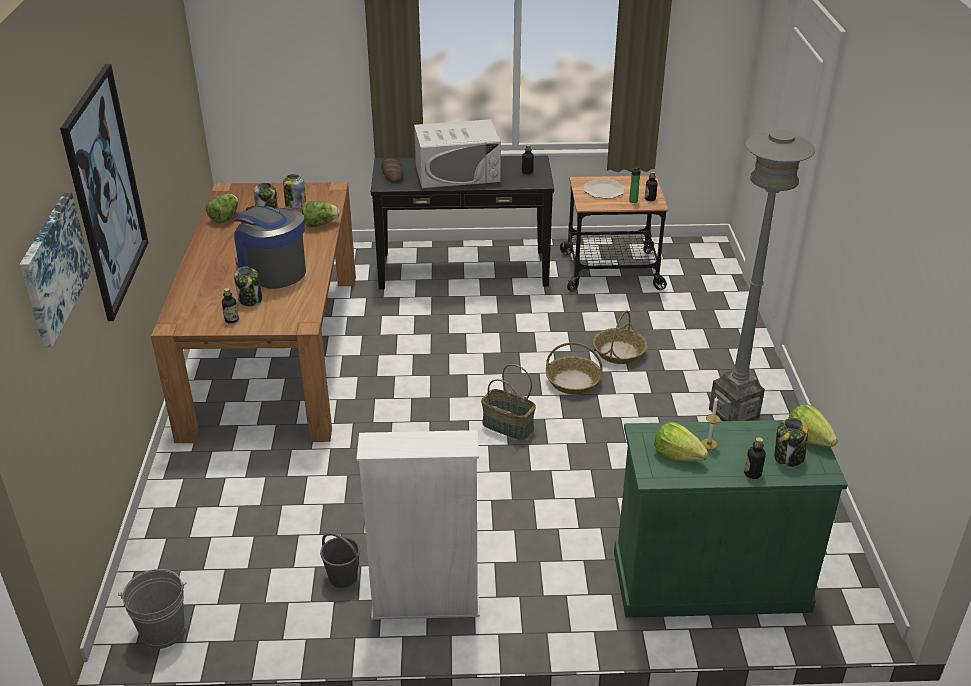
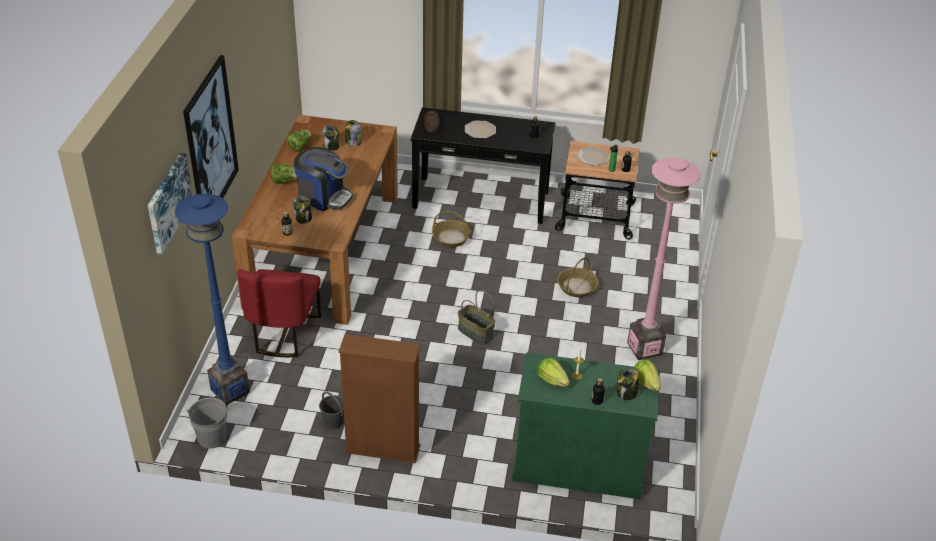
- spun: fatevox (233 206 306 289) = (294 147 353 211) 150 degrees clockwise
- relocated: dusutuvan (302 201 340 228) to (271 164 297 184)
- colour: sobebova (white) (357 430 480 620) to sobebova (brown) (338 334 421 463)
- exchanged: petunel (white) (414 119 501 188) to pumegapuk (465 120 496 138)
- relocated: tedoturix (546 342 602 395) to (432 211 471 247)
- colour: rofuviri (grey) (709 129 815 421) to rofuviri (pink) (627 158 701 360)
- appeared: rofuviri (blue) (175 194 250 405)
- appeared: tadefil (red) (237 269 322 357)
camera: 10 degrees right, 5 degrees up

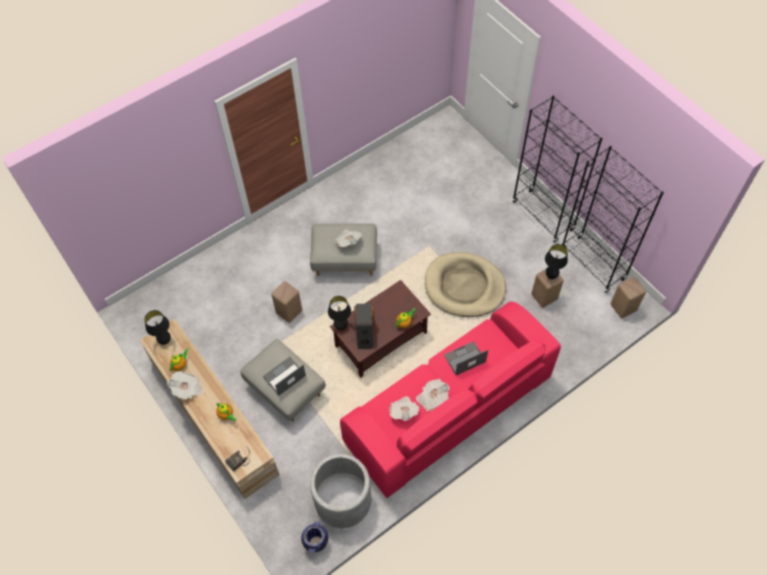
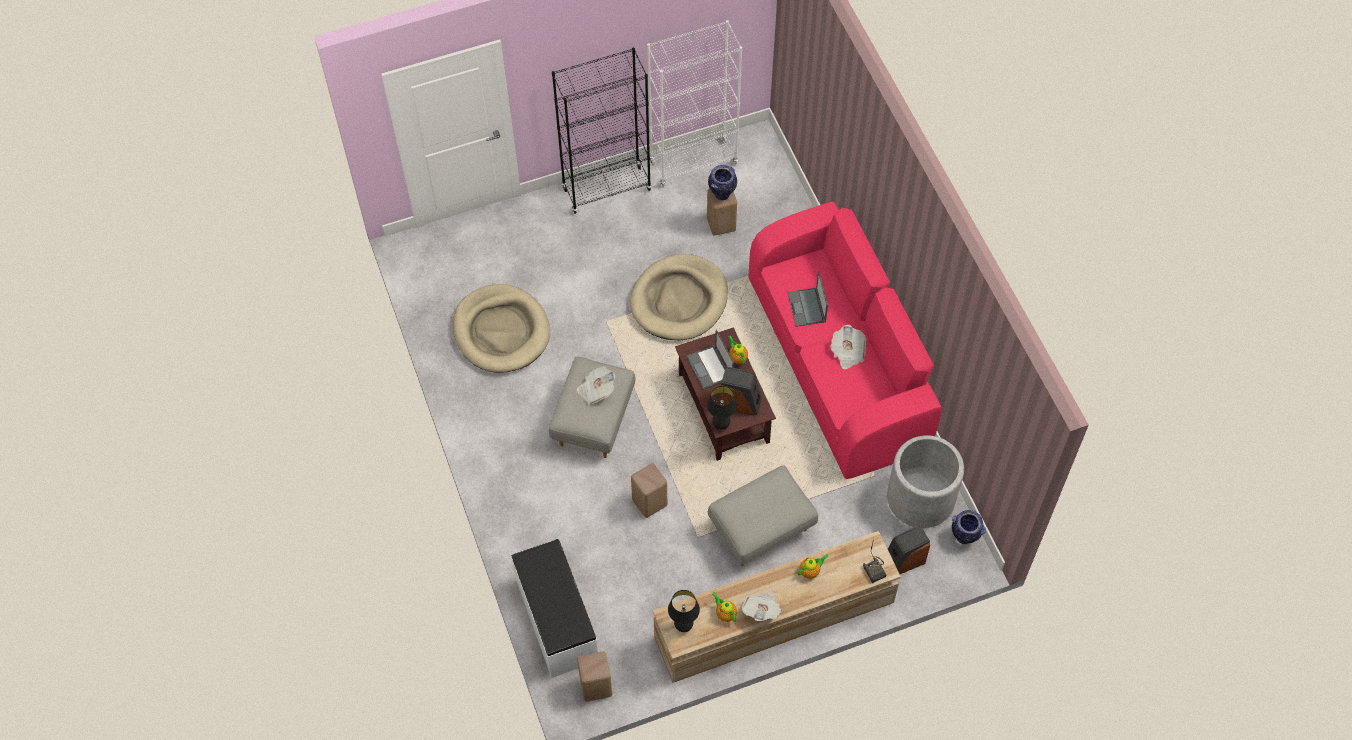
- relocated: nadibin (263 357 306 396) to (686 330 734 390)
- missing: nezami (389 396 420 421)
- exchanged: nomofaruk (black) (545 244 568 279) to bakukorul (708 165 737 200)
- colour: sobebova (black) (562 146 664 293) to sobebova (white) (647 20 742 187)
- relocated: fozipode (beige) (610 277 646 318) to (577 651 612 702)
- appeared: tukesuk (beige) (453 284 550 373)
- appeared: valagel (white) (511 539 598 678)
- appeared: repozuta (888 525 930 574)
camera: 75 degrees left, 0 degrees up

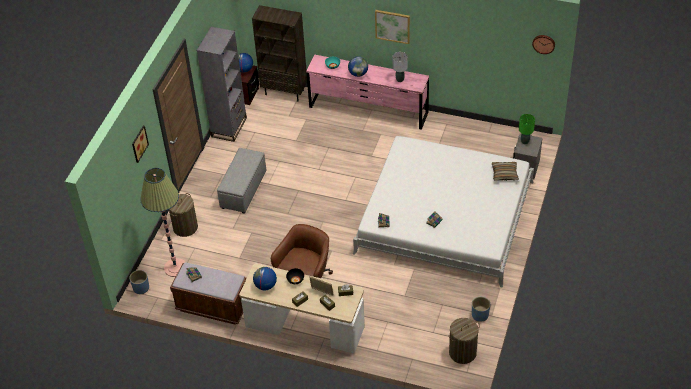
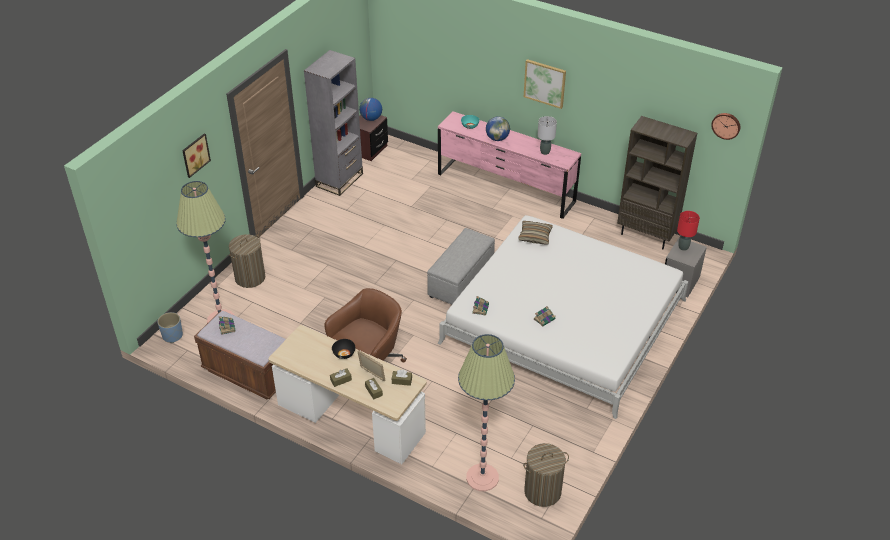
- relocated: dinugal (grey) (217 148 266 214) to (427 228 495 305)
- relocated: sobebova (brown) (252 5 307 101) to (617 116 697 249)
- missing: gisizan (253 267 277 290)
- missing: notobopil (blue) (472 297 490 322)
- relocated: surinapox (492 162 519 181) to (518 221 553 244)
- colour: nomofaruk (green) (519 114 535 144) to nomofaruk (red) (677 211 700 251)
- appeared: rofuviri (458 334 515 491)
camera: 10 degrees right, 5 degrees down

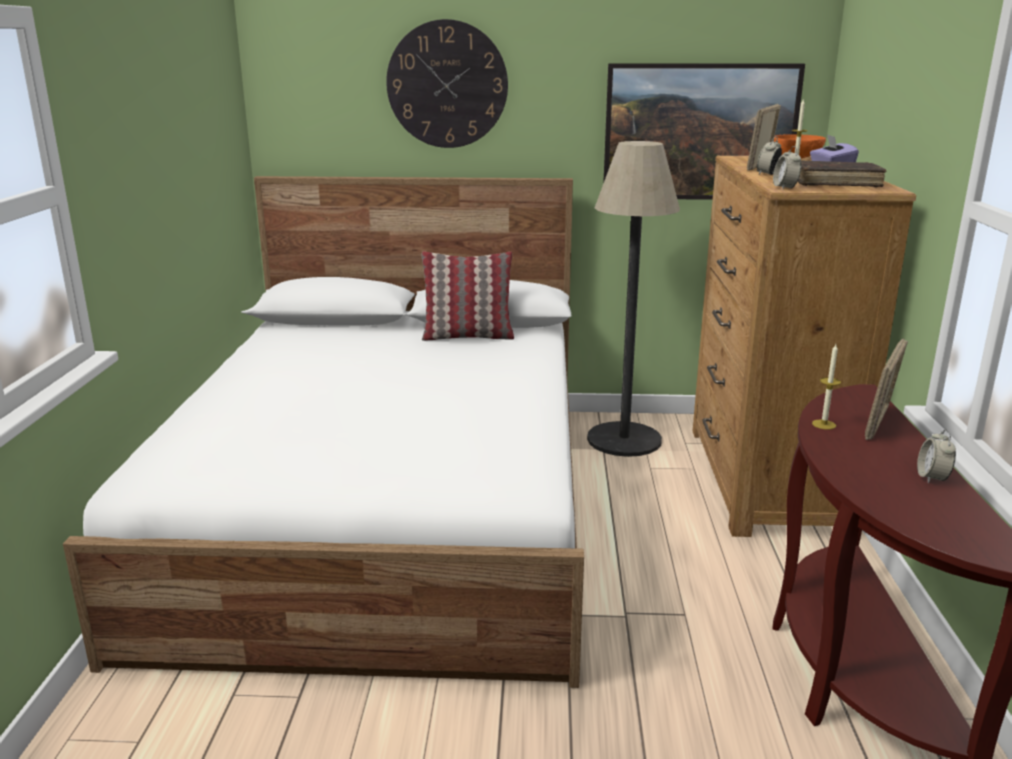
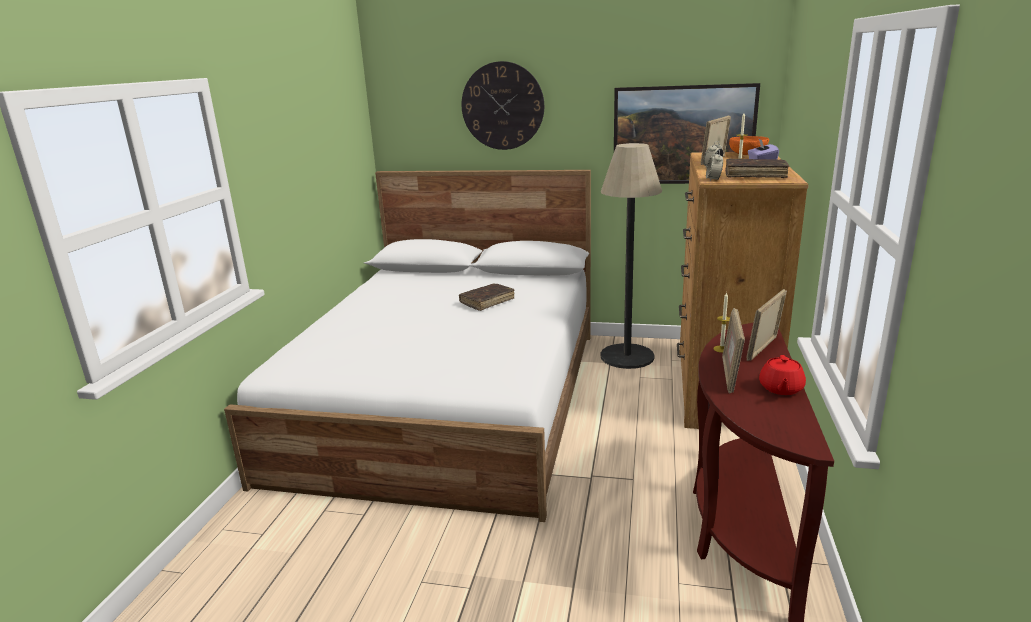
- missing: surinapox (421 251 514 341)
- exchanged: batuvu (917 429 956 484) to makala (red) (759 355 806 395)
- appeared: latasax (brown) (459 284 515 311)
- appeared: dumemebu (722 308 745 393)
camera: 10 degrees right, 0 degrees up

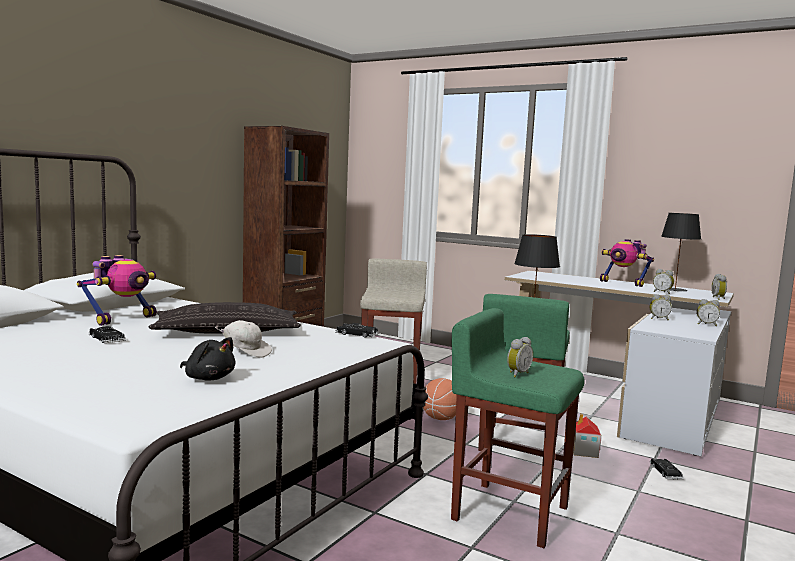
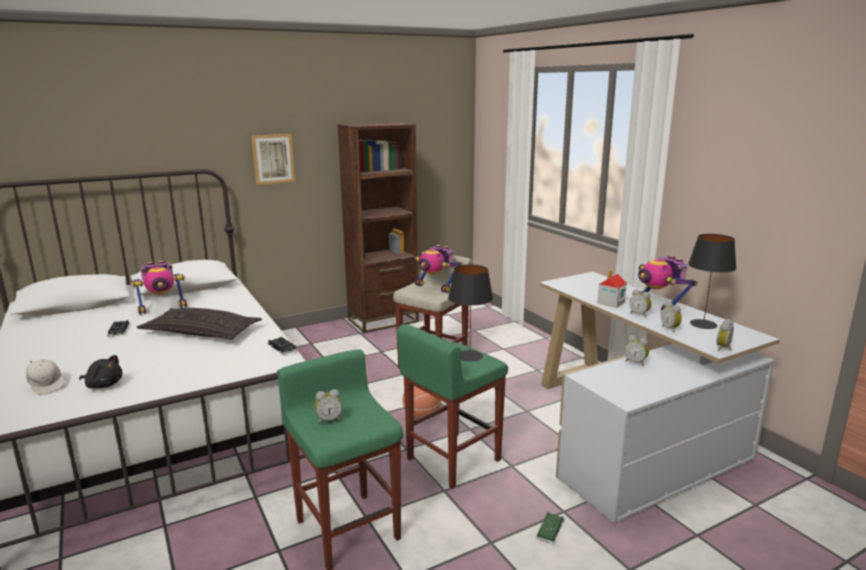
- spun: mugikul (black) (180 337 235 381) = (79 355 122 388) 45 degrees counterclockwise
- relocated: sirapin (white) (215 320 272 358) to (26 359 65 395)
- relocated: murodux (573 413 602 458) to (597 270 627 308)
- colour: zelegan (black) (650 458 684 480) to zelegan (green) (536 512 564 544)
- relocated: batuvu (697 299 720 326) to (629 289 651 318)
- appeared: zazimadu (251 134 295 185)
- appeared: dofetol (414 245 462 293)
camera: 30 degrees right, 10 degrees up

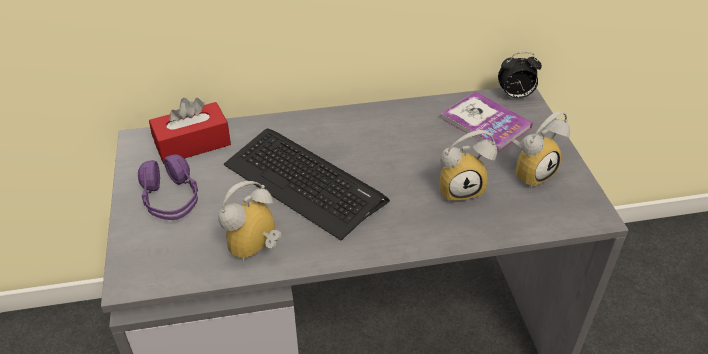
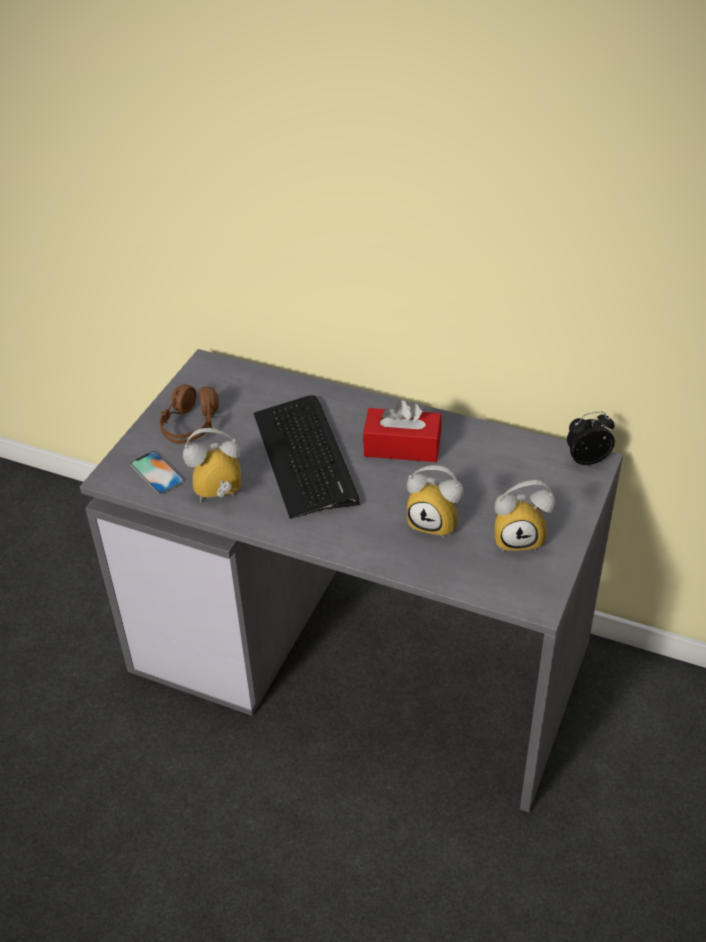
- colour: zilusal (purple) (138 154 198 220) to zilusal (brown) (160 384 219 444)
- relocated: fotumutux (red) (149 98 231 164) to (363 400 442 462)
- missing: latasax (441 91 533 153)
- spun: batuvu (498 52 542 98) = (567 411 615 465) 135 degrees clockwise
- appeared: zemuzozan (130 451 185 494)
camera: 35 degrees right, 0 degrees up

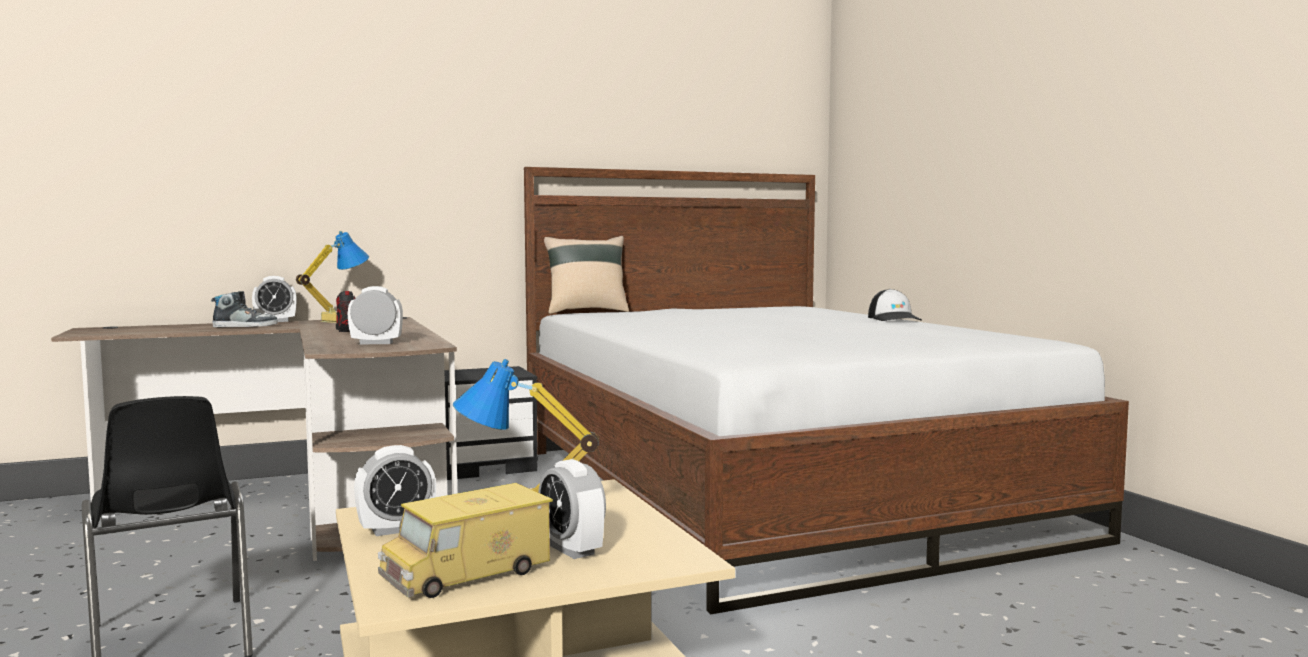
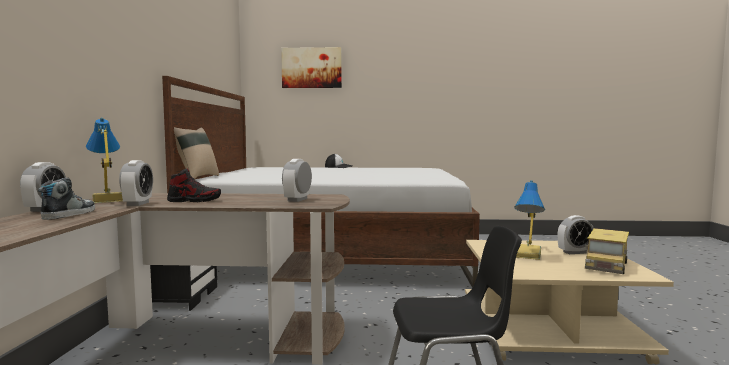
- relocated: batuvu (354 445 436 536) to (119 160 153 206)
- spun: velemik (378 483 553 598) = (585 228 629 274) 45 degrees clockwise
- appeared: zazimadu (281 47 342 88)
camera: 65 degrees left, 0 degrees up

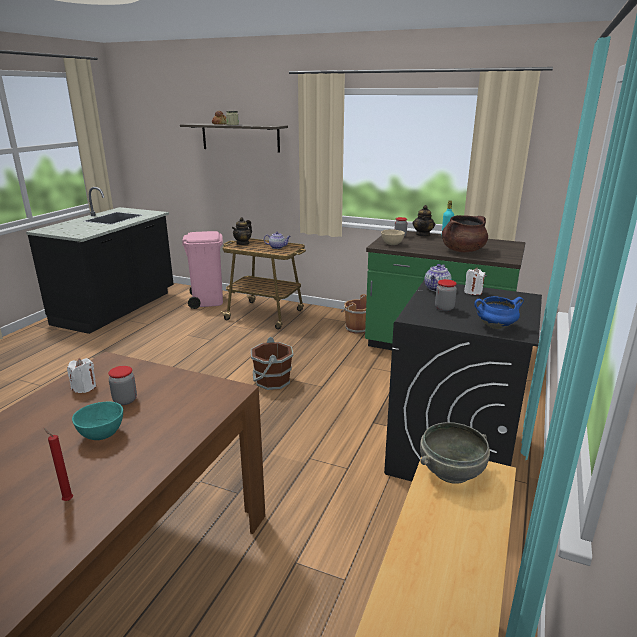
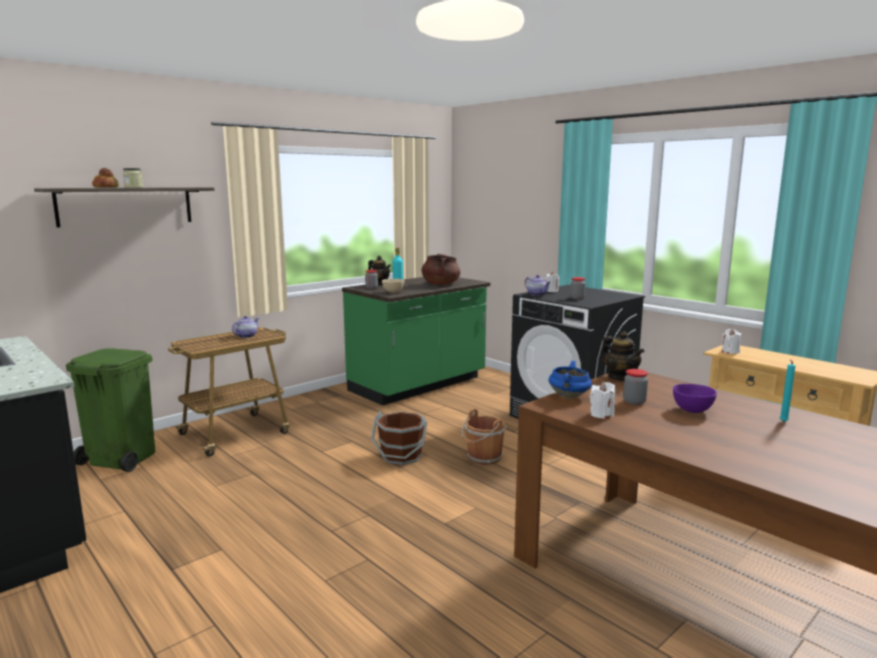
- colour: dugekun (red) (44 428 73 501) to dugekun (turquoise) (780 360 795 422)
- colour: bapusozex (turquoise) (72 401 123 440) to bapusozex (purple) (673 384 717 413)
- colour: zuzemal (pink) (182 231 223 309) to zuzemal (green) (66 348 155 472)
- relocated: makala (232 217 252 245) to (601 331 644 381)
- relocated: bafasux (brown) (341 294 367 334) to (462 409 506 465)
- exchanged: bapusozex (grey) (420 422 490 484) to dugekun (white) (722 329 741 354)
- relocated: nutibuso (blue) (474 296 524 329) to (549 361 592 399)
camera: 65 degrees left, 10 degrees down

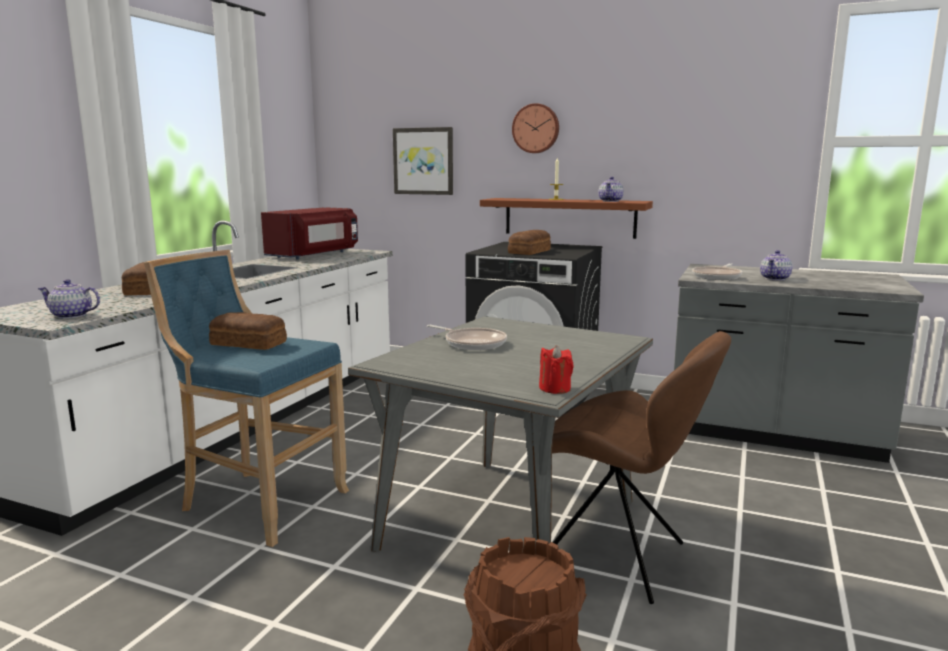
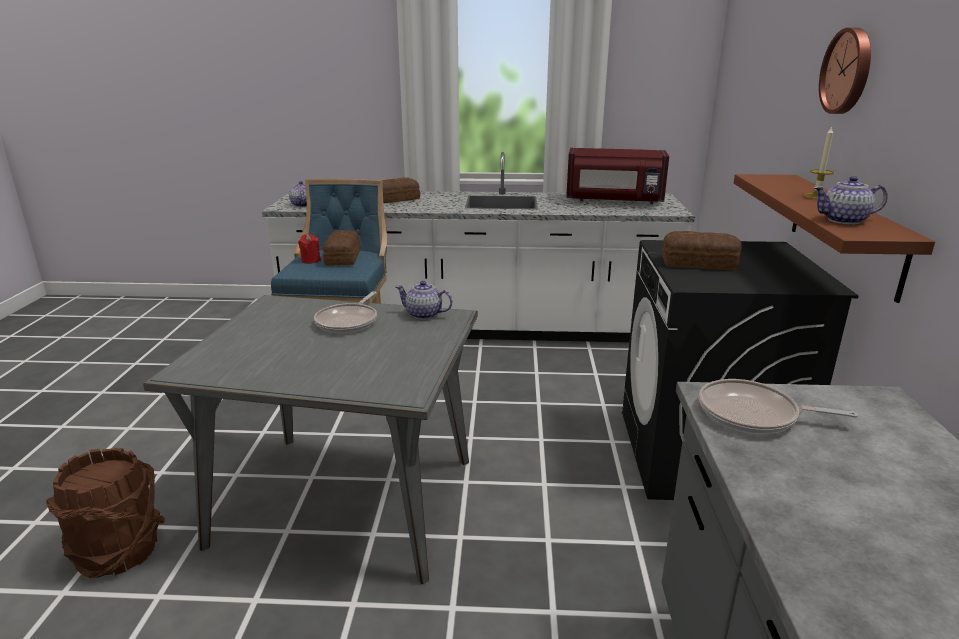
- missing: zazimadu (393 127 453 195)
- relocated: dugekun (red) (539 345 574 394) to (298 234 321 264)
- missing: tadefil (brown) (552 331 731 604)
- relocated: makala (760 250 793 281) to (395 281 453 320)
camera: 70 degrees right, 10 degrees up

